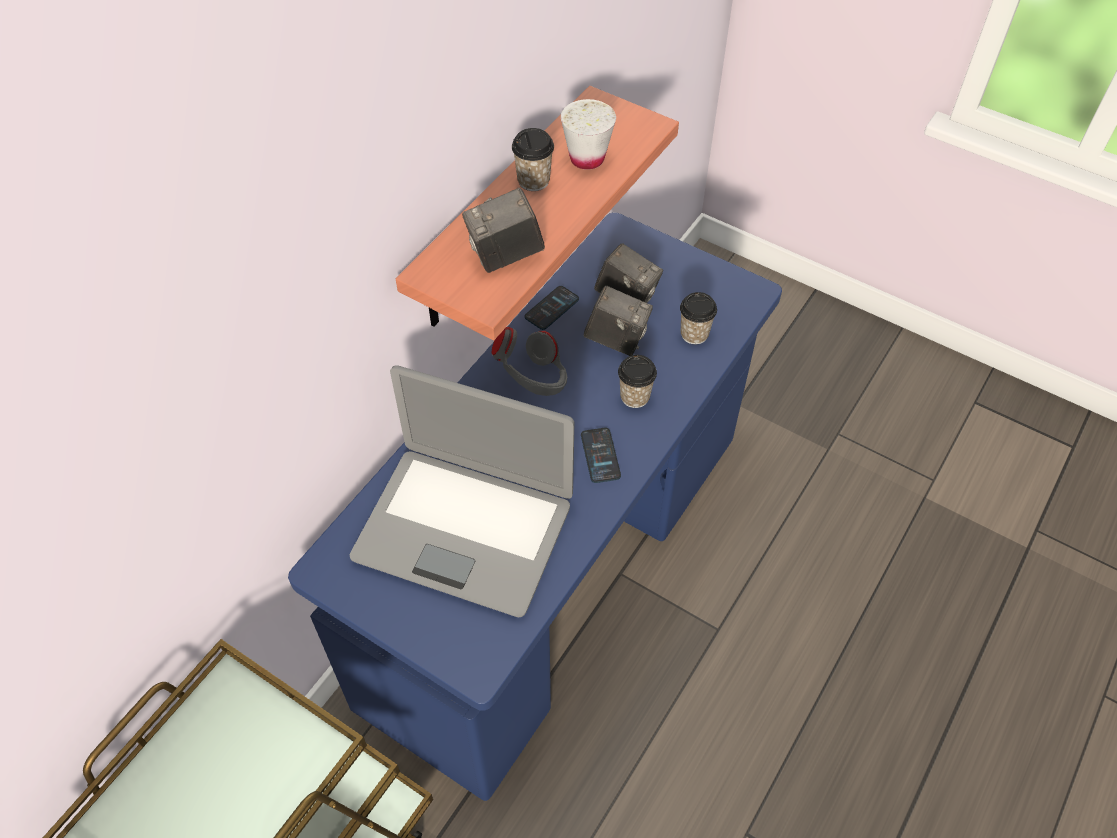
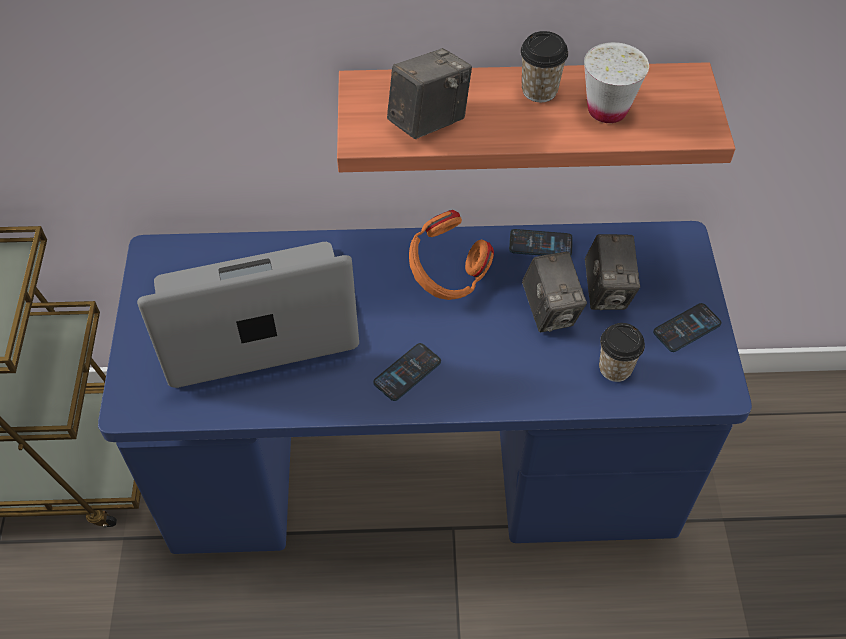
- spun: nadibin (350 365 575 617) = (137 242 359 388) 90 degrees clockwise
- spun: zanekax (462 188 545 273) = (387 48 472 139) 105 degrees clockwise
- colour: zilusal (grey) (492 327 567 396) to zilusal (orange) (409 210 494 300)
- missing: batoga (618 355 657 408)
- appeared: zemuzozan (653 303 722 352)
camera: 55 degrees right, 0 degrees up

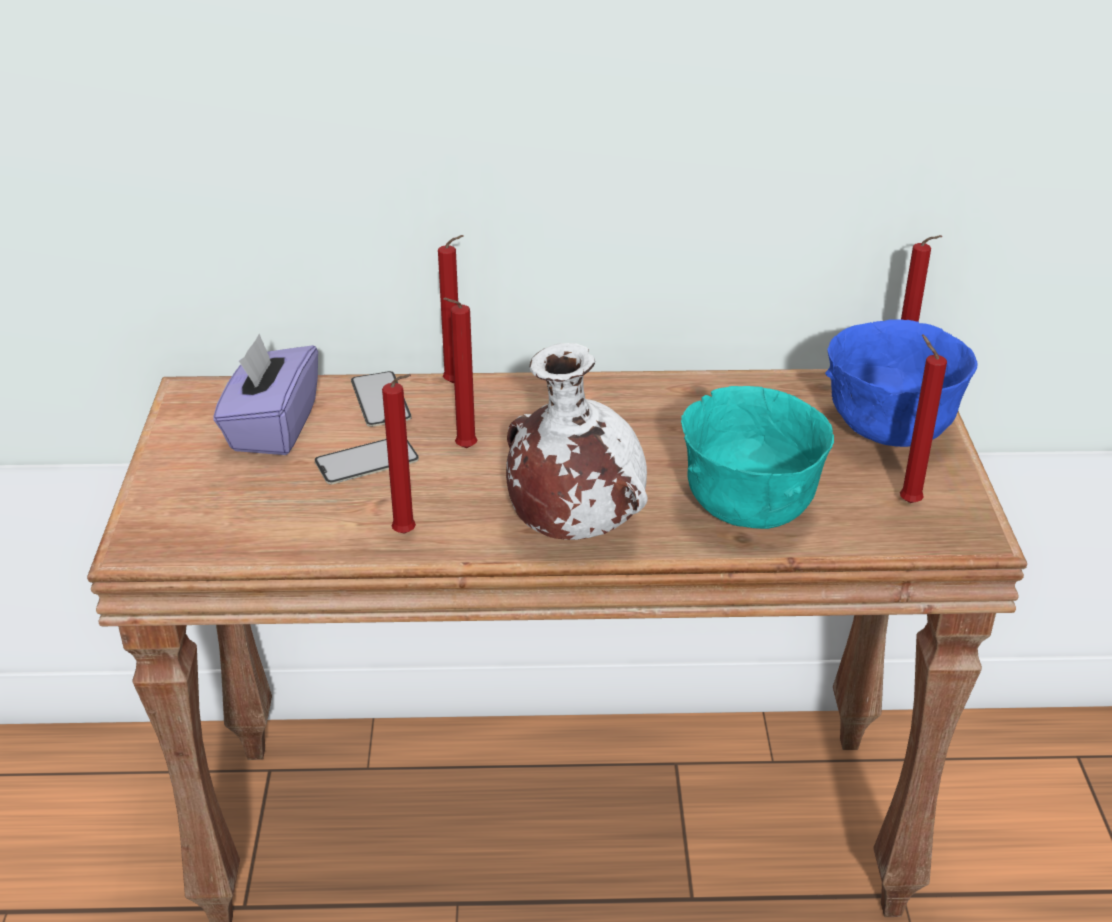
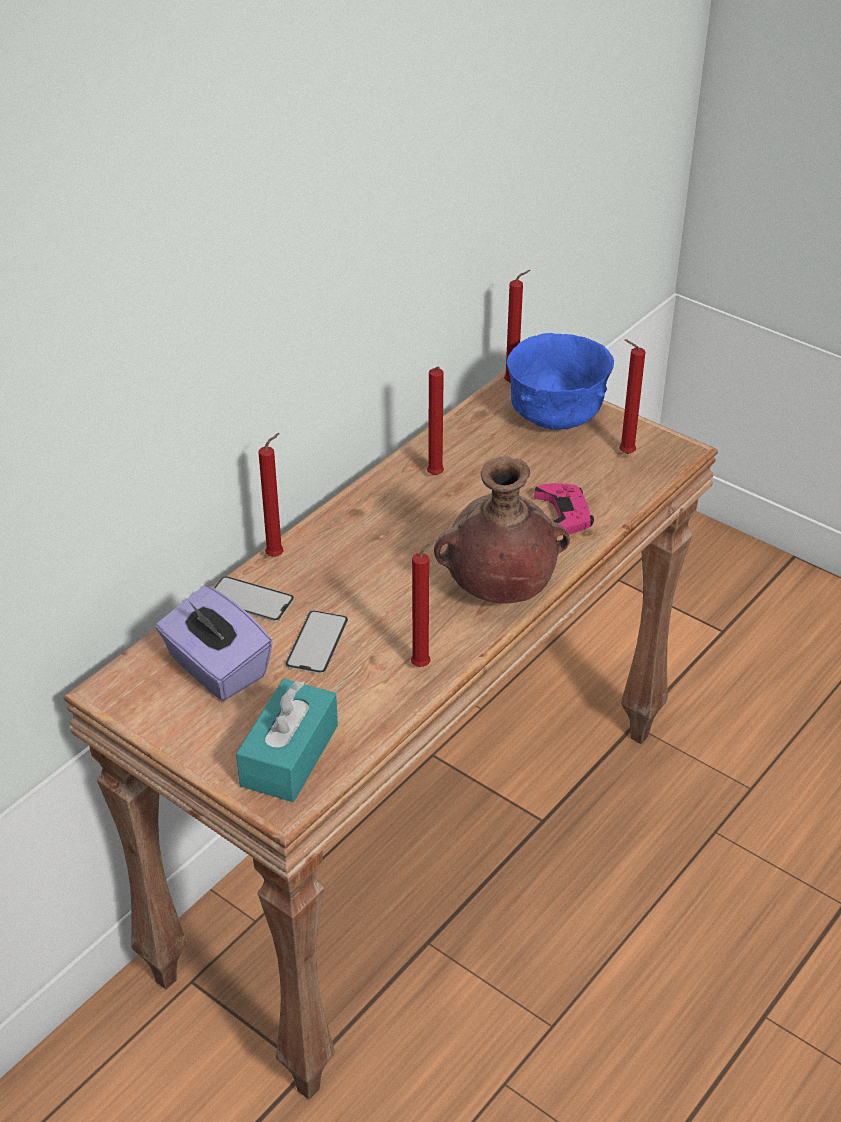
- relocated: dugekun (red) (443 298 477 448) to (427 366 444 475)
- colour: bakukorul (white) (506 343 648 540) to bakukorul (brown) (434 456 570 604)
- exchanged: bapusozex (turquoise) (681 386 834 529) to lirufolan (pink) (534 483 594 536)
- appeared: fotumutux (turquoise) (236 679 338 802)
camera: 50 degrees left, 5 degrees up

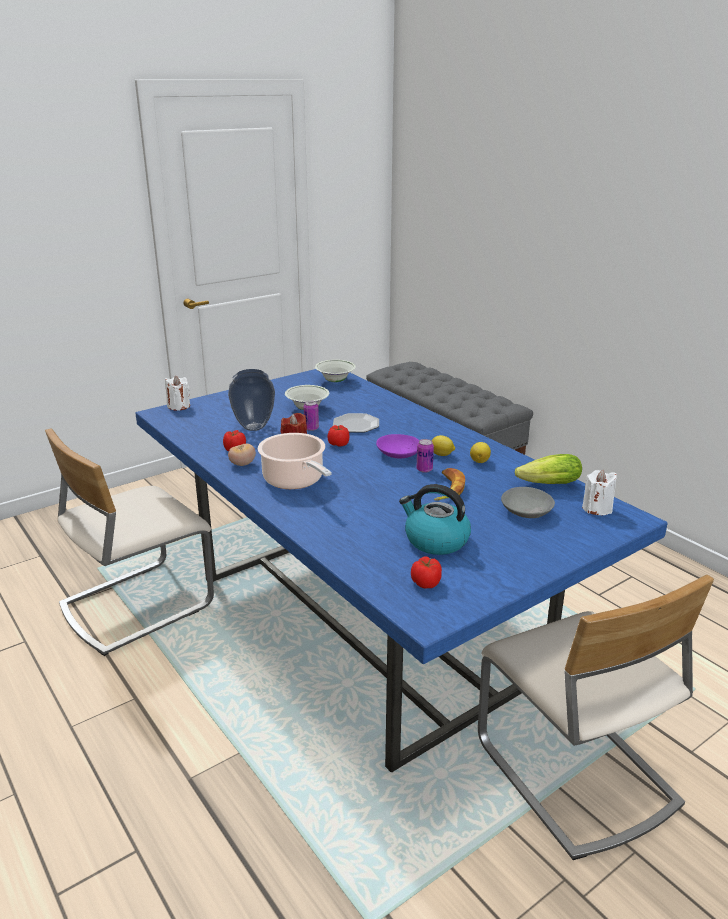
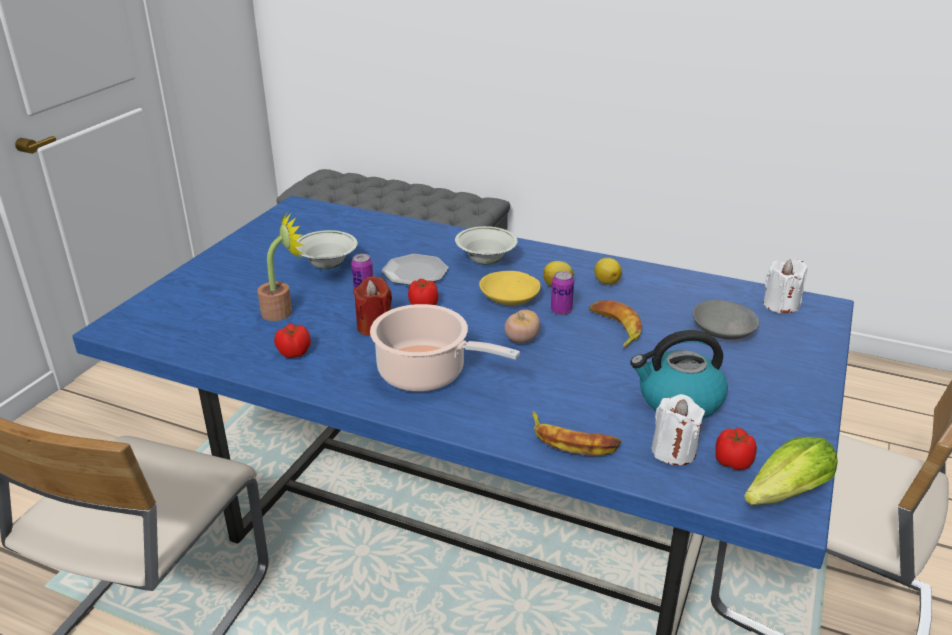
- relocated: dugekun (white) (165 376 190 411) to (652 394 705 465)
- exchanged: bakukorul (228 369 275 431) to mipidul (257 213 304 321)
- relocated: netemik (228 444 256 466) to (505 310 540 343)
- relocated: bapusozex (white) (315 359 356 382) to (455 226 518 264)
- colour: bapusozex (purple) (376 434 420 458) to bapusozex (yellow) (479 271 541 305)
- relocated: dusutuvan (515 454 582 484) to (744 437 838 505)
- appeared: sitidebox (532 411 621 456)
camera: 30 degrees left, 5 degrees up

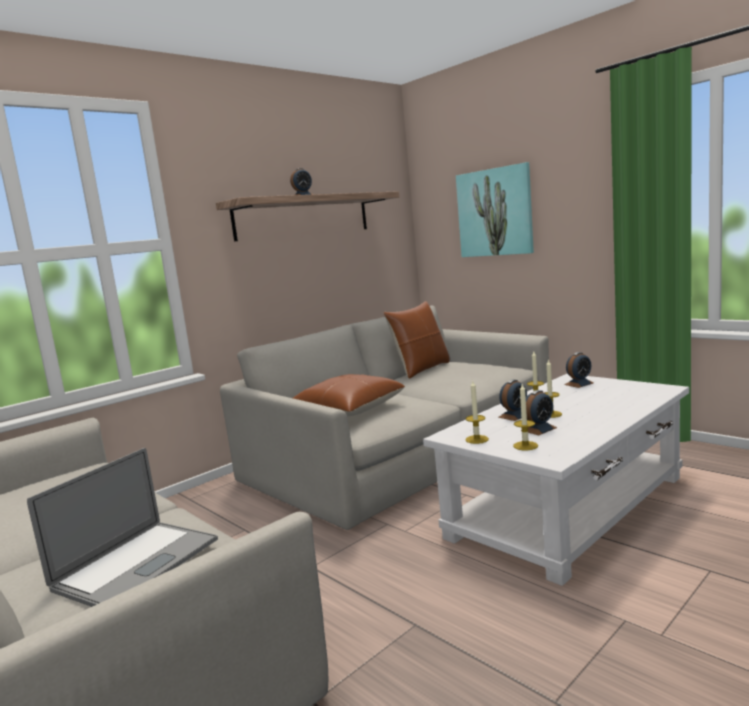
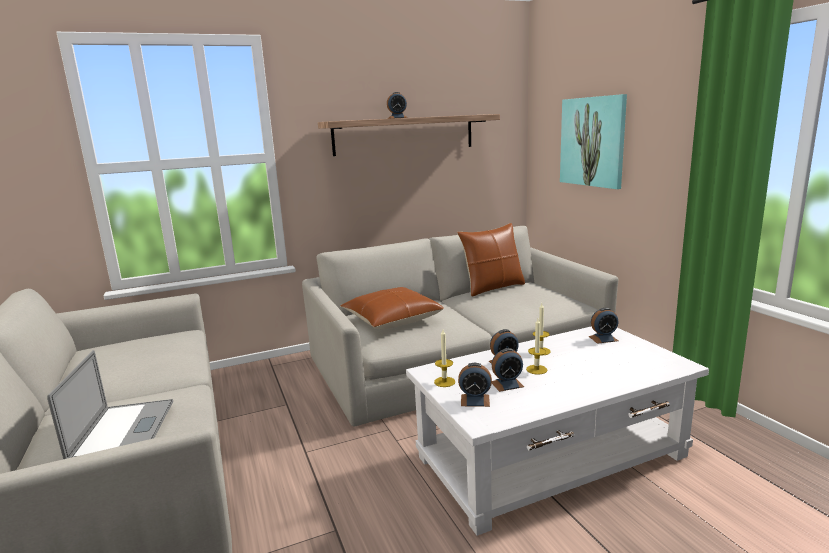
- spun: nadibin (27 448 218 607) = (47 350 173 459) 60 degrees counterclockwise
- exchanged: dugekun (513 384 538 450) to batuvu (458 363 492 407)
camera: 20 degrees right, 5 degrees up

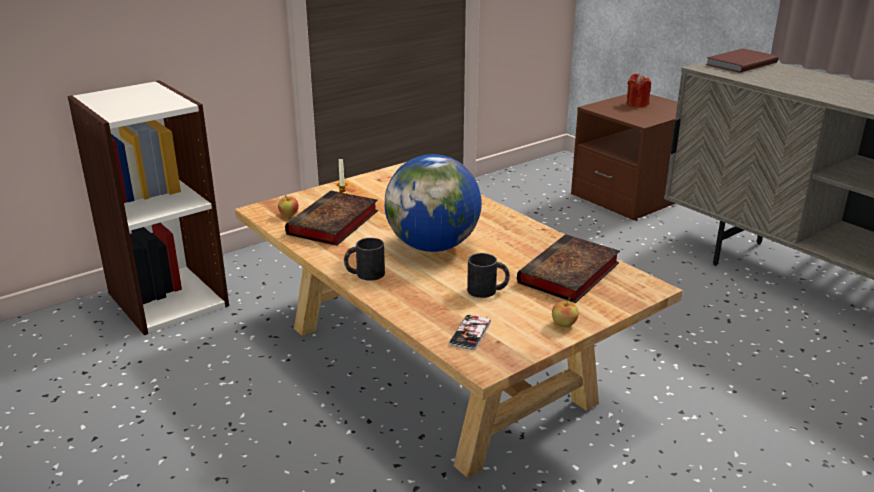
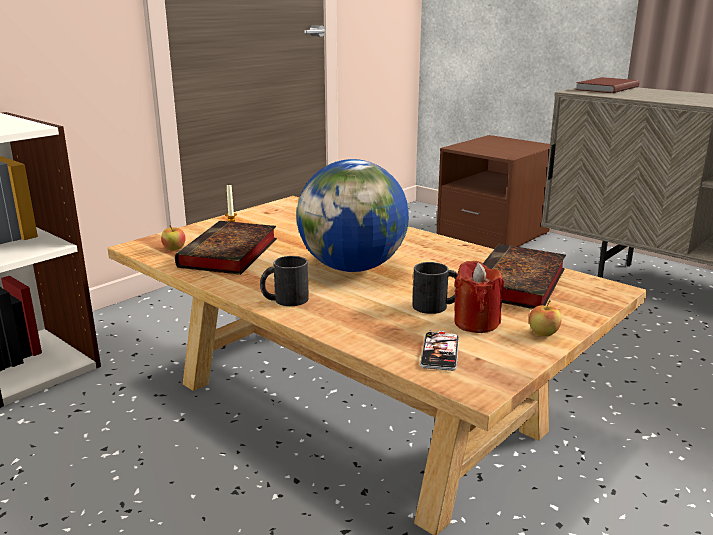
- relocated: dugekun (red) (627 74 651 107) to (454 261 504 333)
camera: 10 degrees left, 5 degrees down

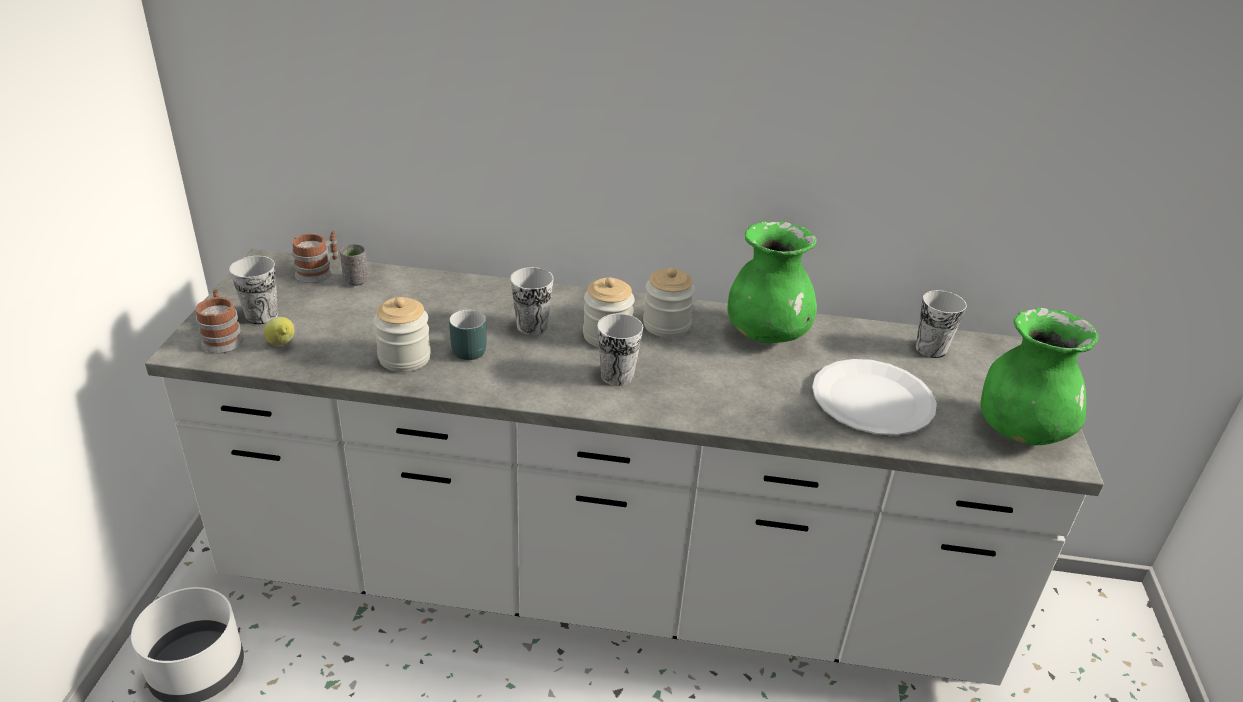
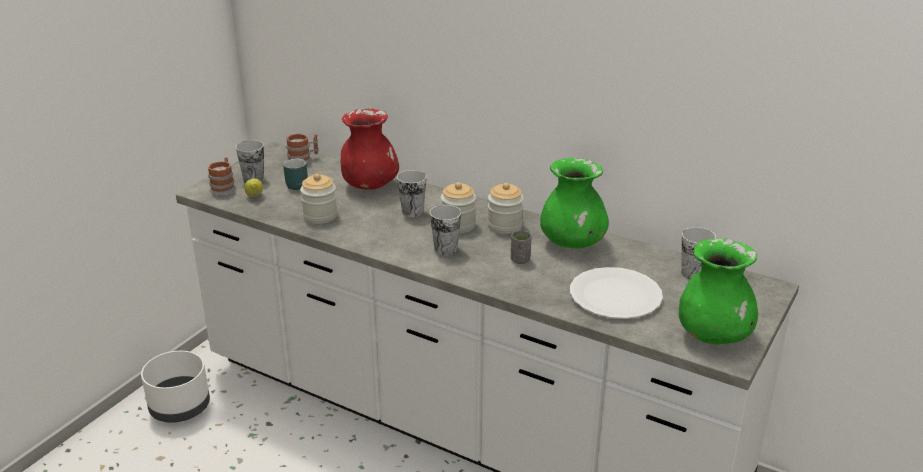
- relocated: batoga (grey) (340 244 368 286) to (511 231 531 264)
- relocated: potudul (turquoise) (449 309 487 360) to (283 159 308 190)
- appeared: bakukorul (red) (341 108 399 190)
camera: 25 degrees right, 5 degrees down

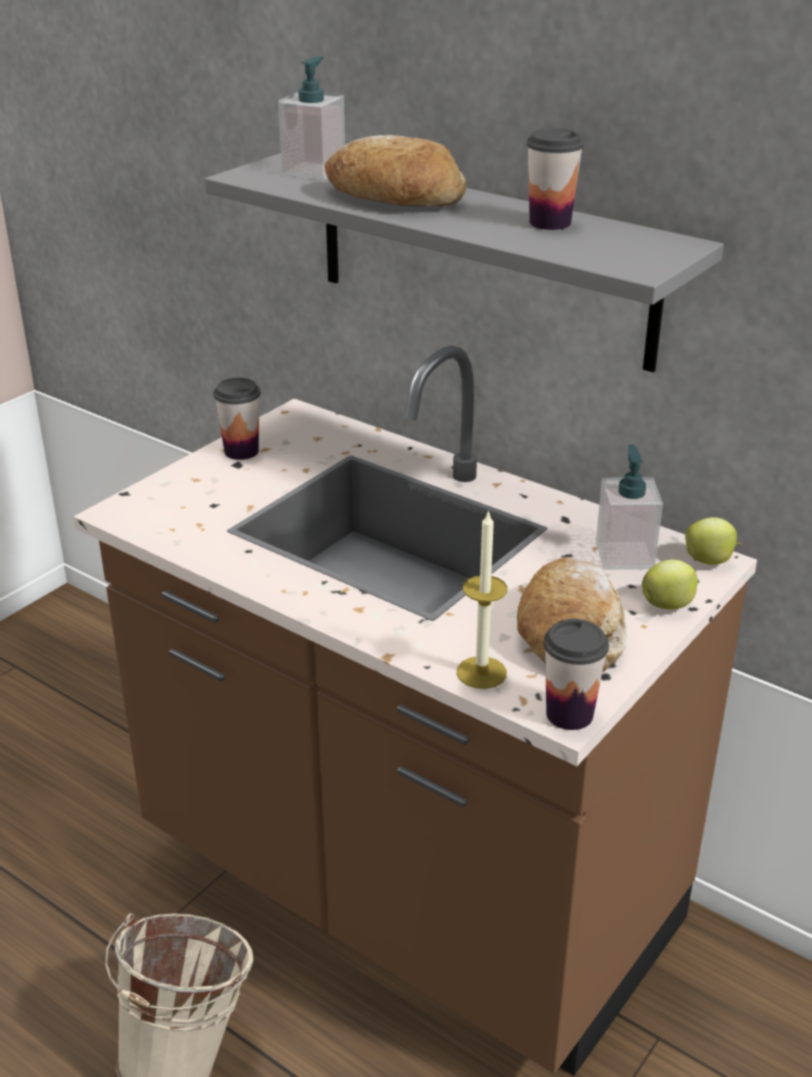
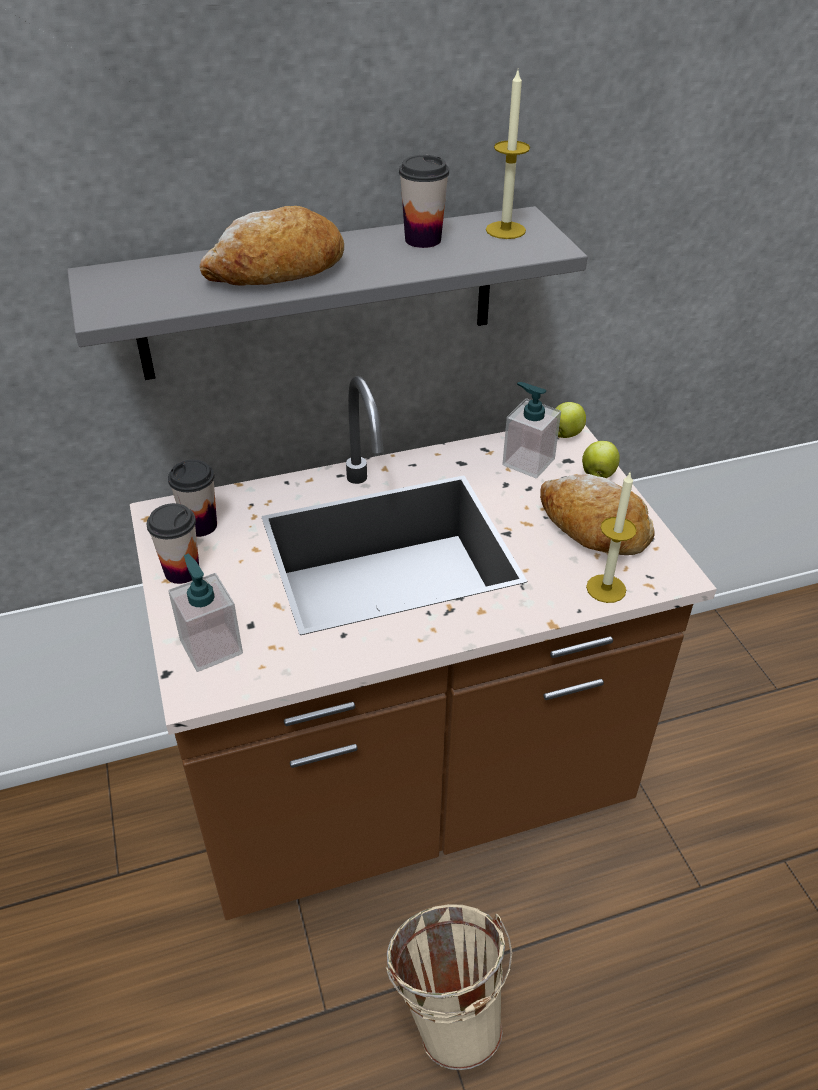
- relocated: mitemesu (278 56 345 180) to (168 554 243 672)
- relocated: batoga (543 619 609 730) to (168 460 217 537)
- appeared: dugekun (486 71 530 239)
camera: 55 degrees left, 10 degrees up

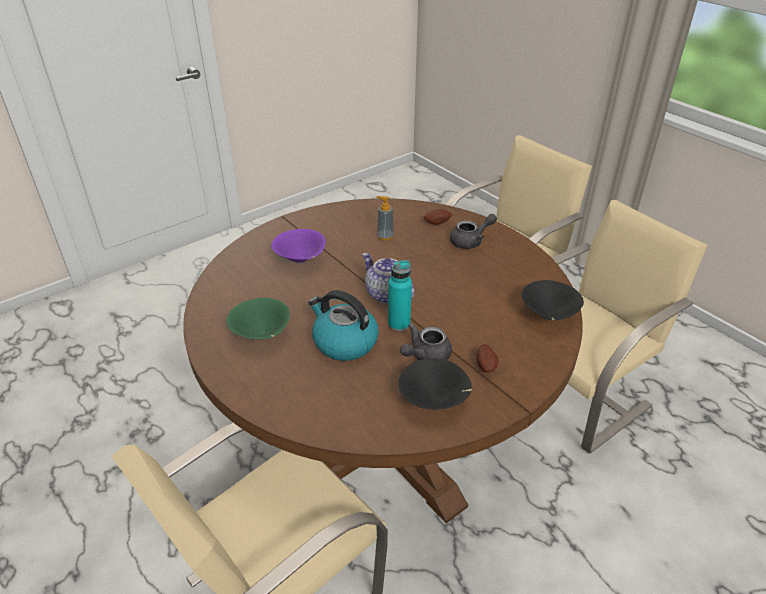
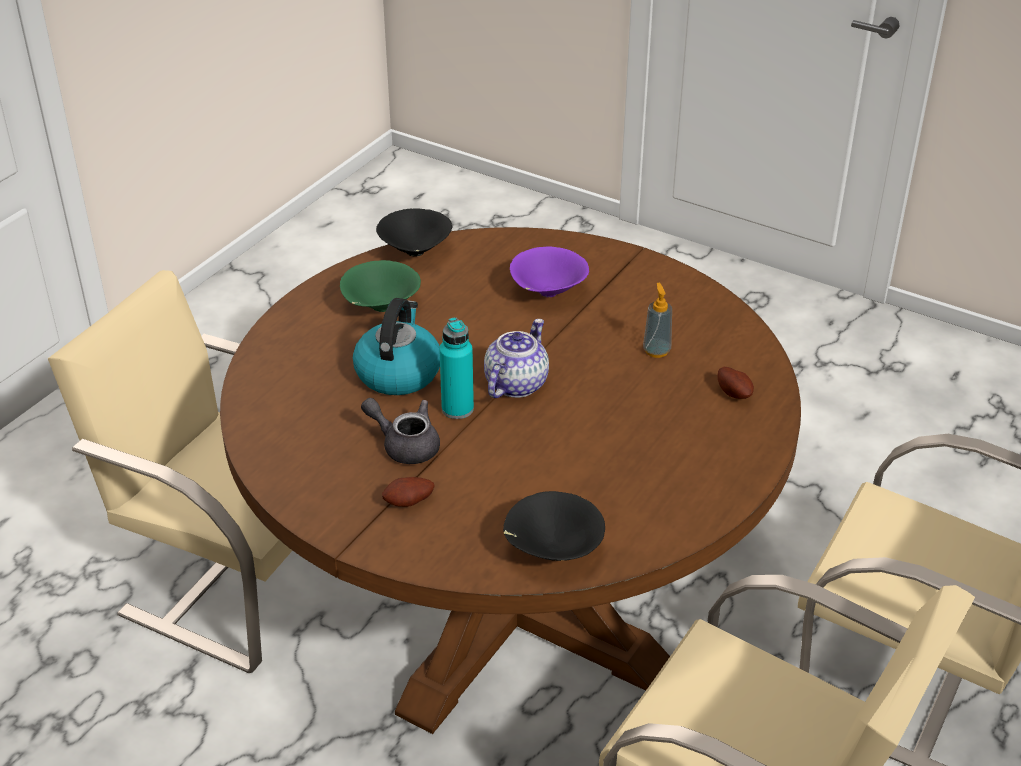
- relocated: bapusozex (black) (398 358 472 410) to (376 208 452 257)
- missing: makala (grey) (450 214 497 249)
camera: 70 degrees right, 0 degrees up

